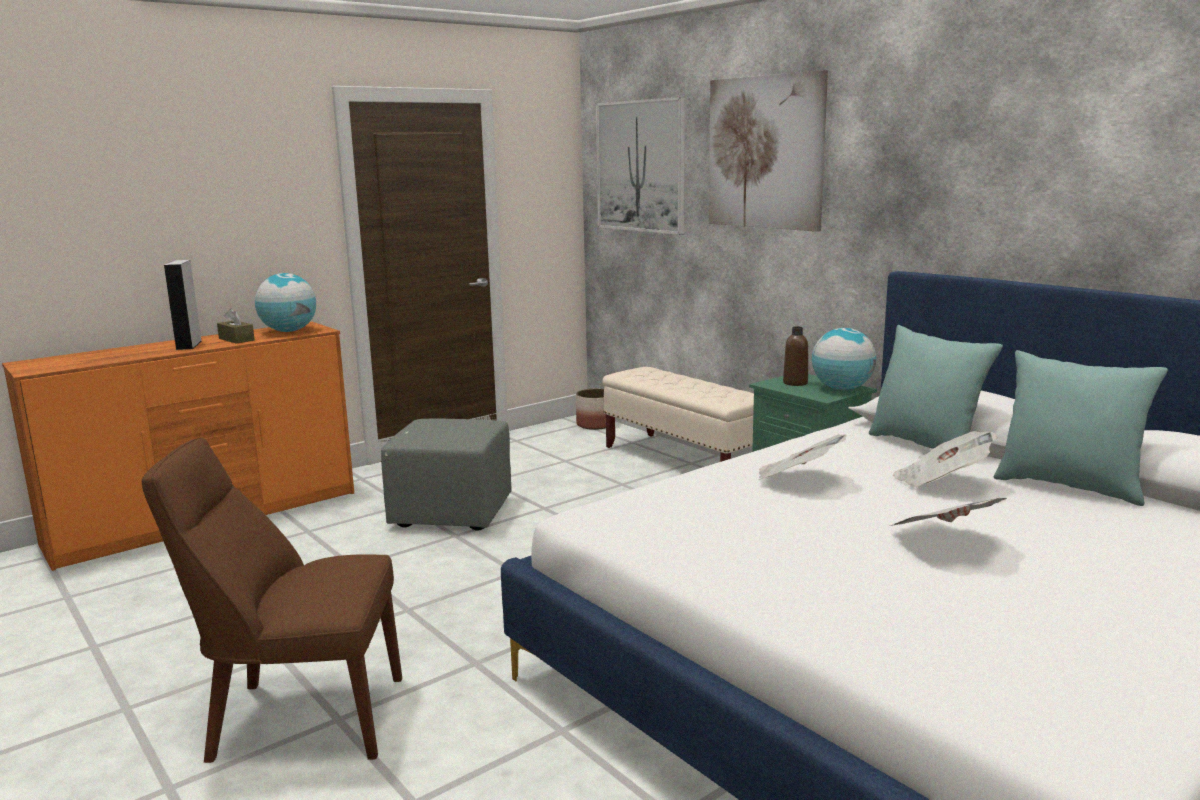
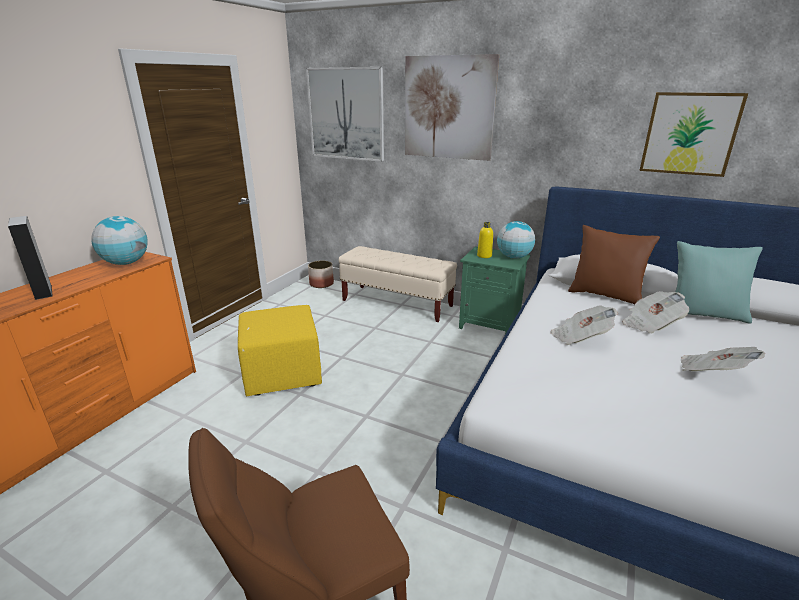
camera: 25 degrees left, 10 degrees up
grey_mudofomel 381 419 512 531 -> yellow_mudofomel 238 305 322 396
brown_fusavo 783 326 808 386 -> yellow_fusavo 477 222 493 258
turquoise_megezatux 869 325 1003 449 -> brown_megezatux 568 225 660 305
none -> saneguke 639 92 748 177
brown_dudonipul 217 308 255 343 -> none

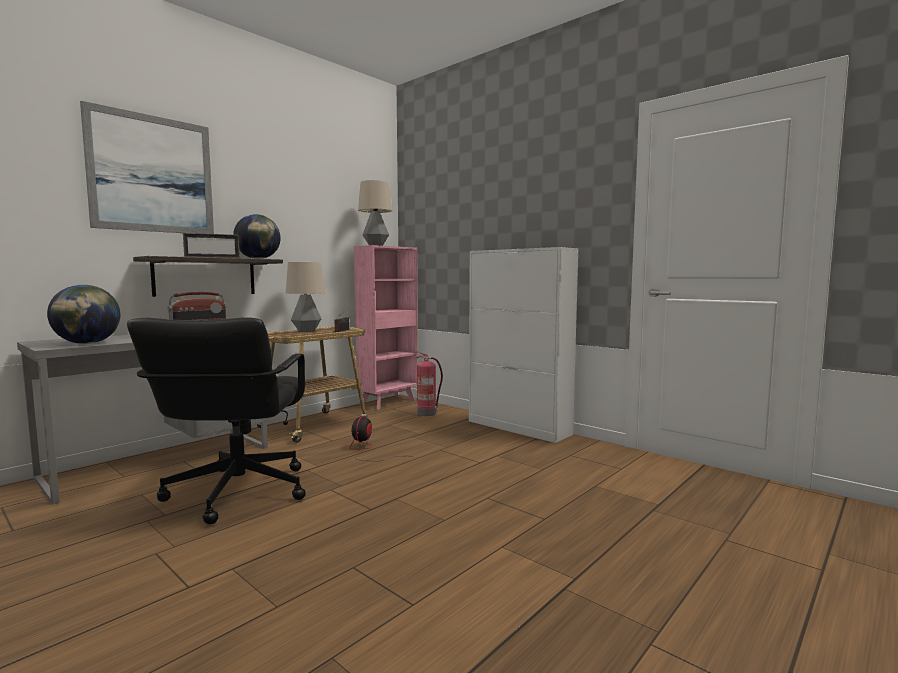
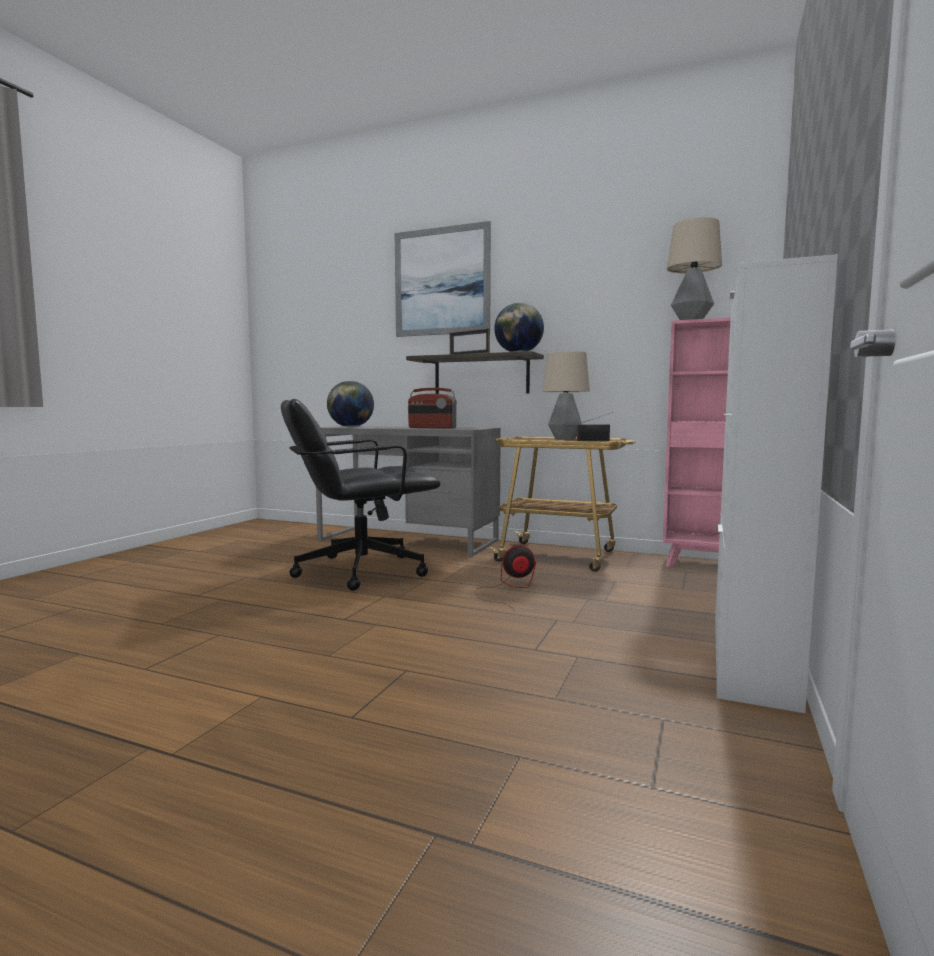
camera: 70 degrees right, 0 degrees up
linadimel 416 351 443 416 -> none

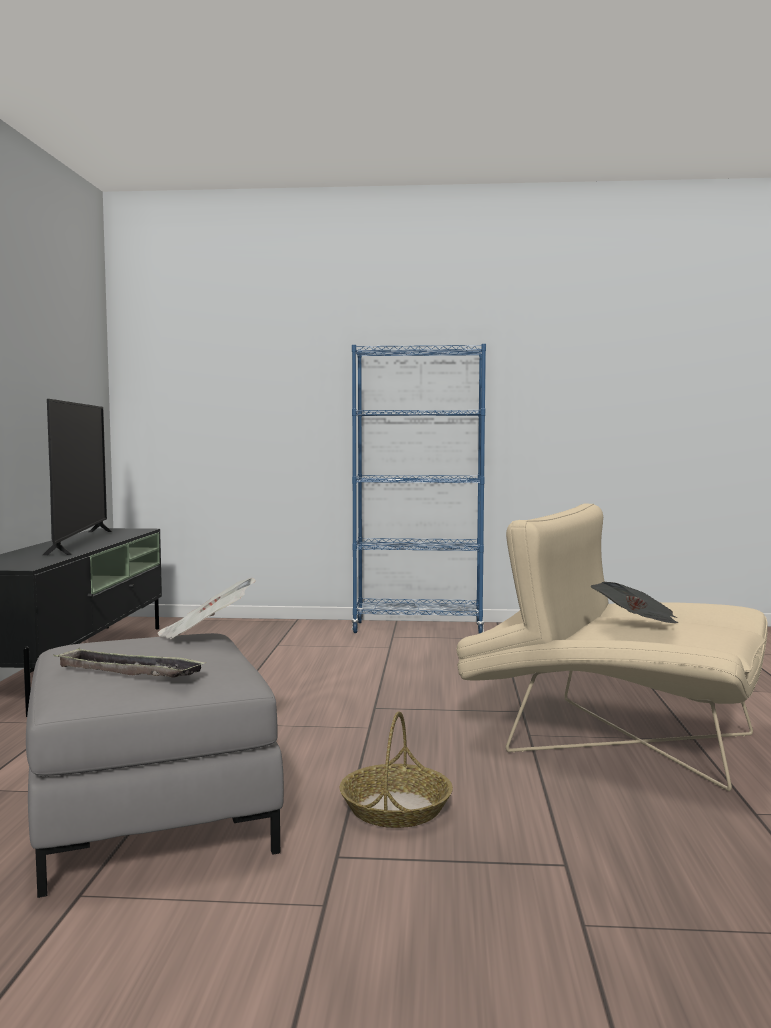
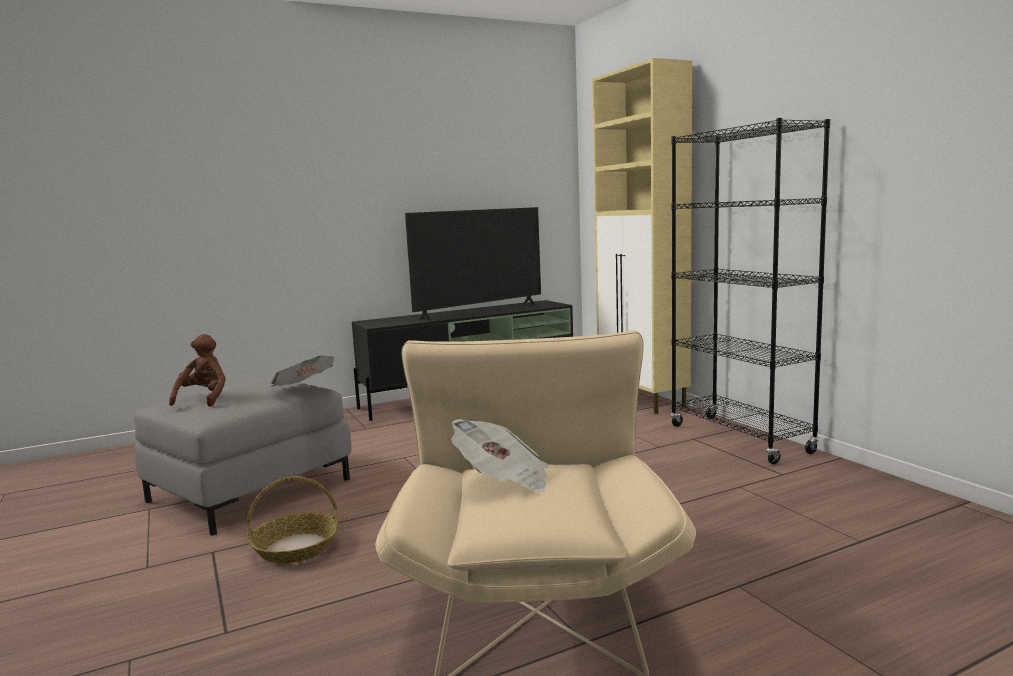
camera: 60 degrees right, 5 degrees up
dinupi 53 648 205 678 -> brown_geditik 169 334 226 407
none -> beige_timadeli 592 58 692 414
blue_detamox 352 344 486 633 -> black_detamox 670 118 830 464

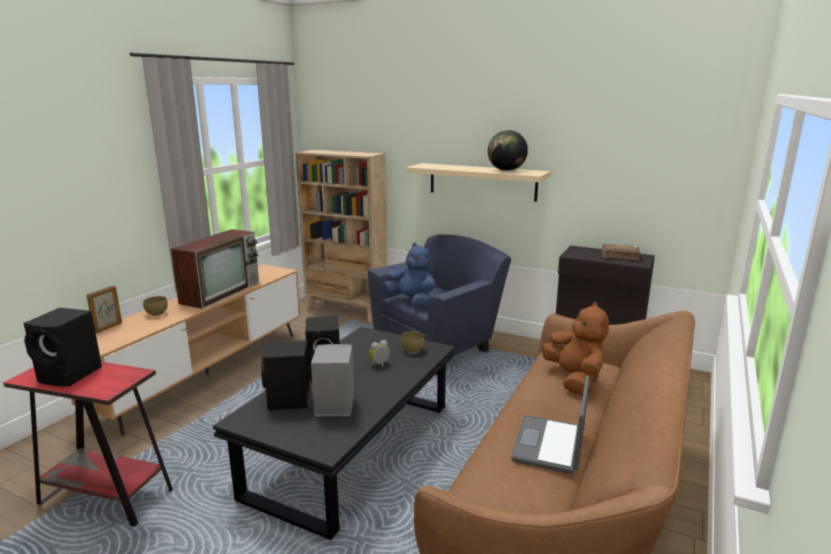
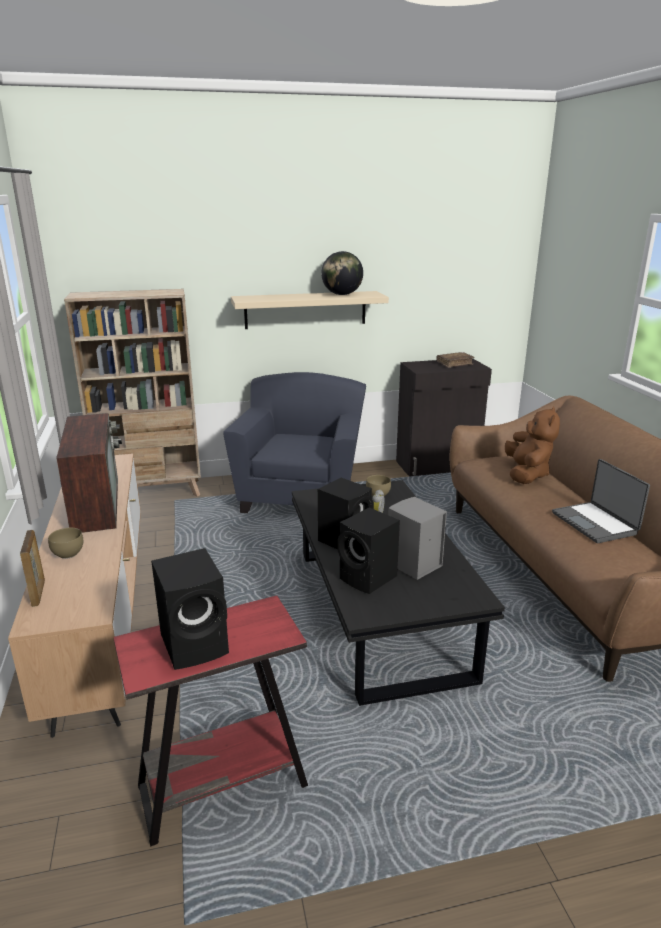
camera: 40 degrees left, 5 degrees up
brown_geditik 542 302 609 395 -> brown_geditik 505 407 560 484, 60 degrees clockwise
blue_geditik 383 243 435 308 -> none

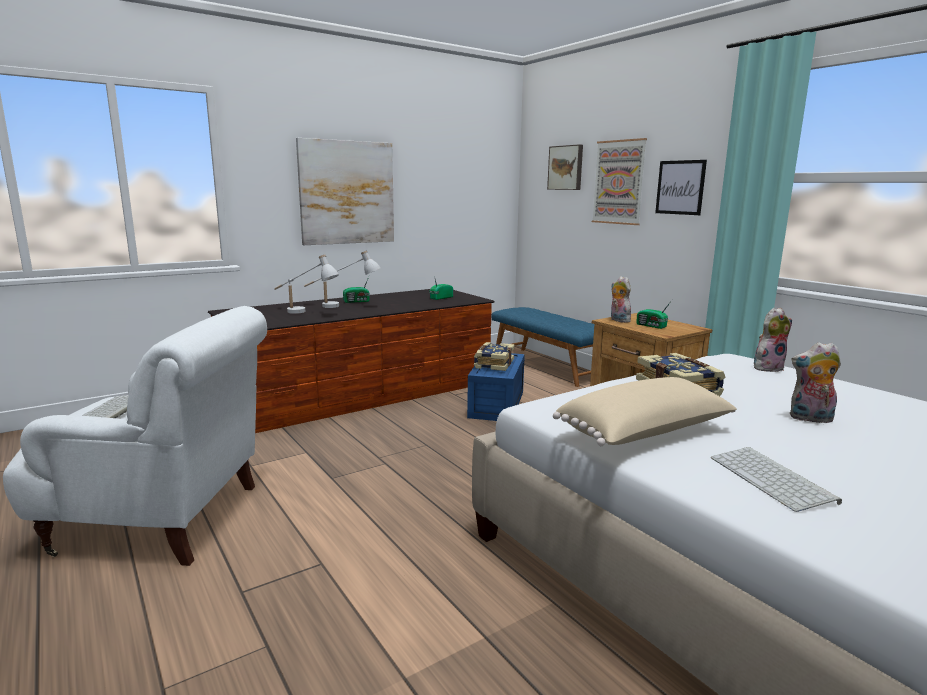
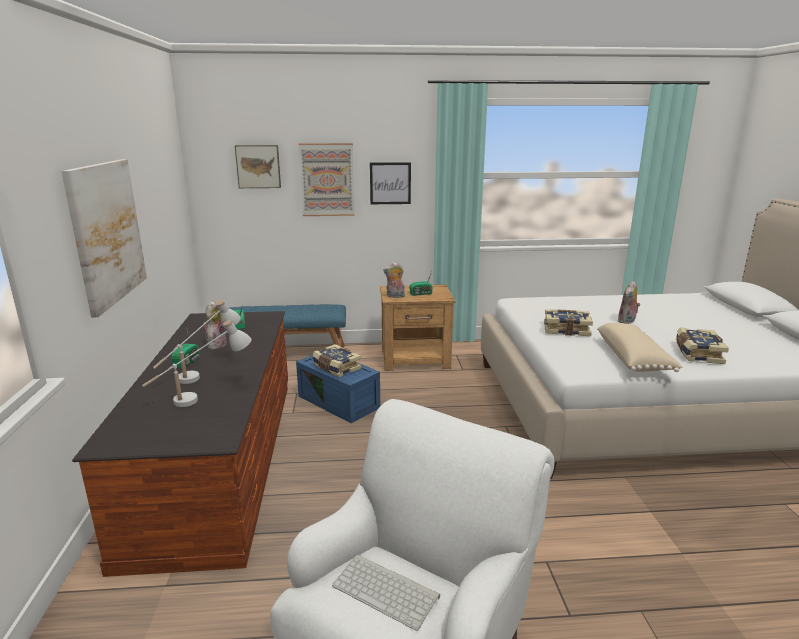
camera: 60 degrees left, 5 degrees up
geditik 754 308 792 372 -> geditik 203 301 227 350, shifted
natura 711 447 842 512 -> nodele 676 328 729 364

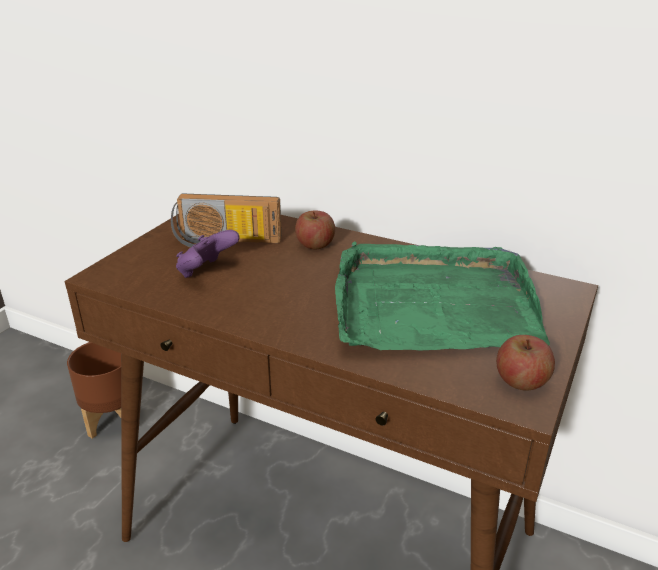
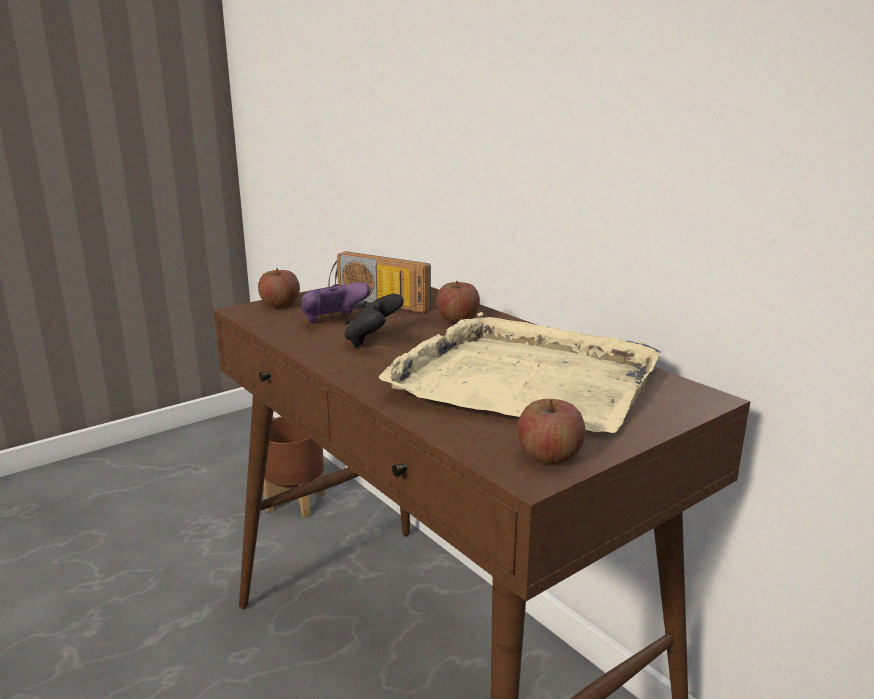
camera: 25 degrees right, 10 degrees down
none -> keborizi 258 268 300 308
none -> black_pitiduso 345 294 404 347
green_dinupi 335 241 550 351 -> beige_dinupi 379 312 661 433

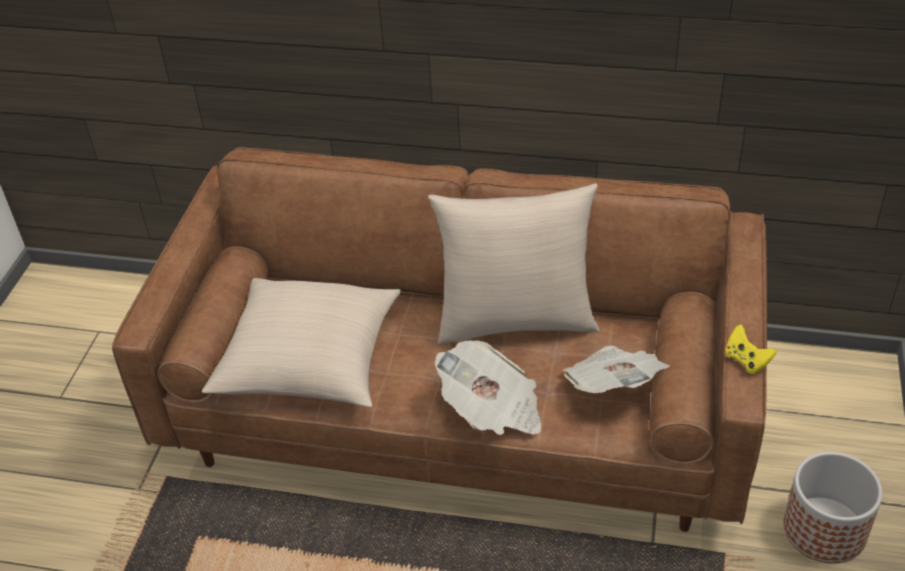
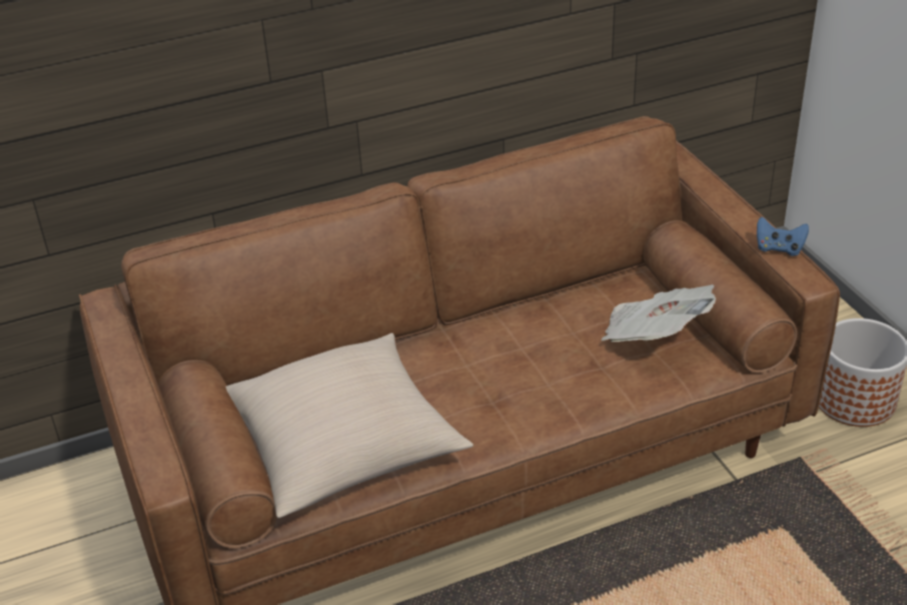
camera: 35 degrees left, 5 degrees down
yellow_pitiduso 725 325 776 374 -> blue_pitiduso 757 217 809 256
beige_megezatux 428 183 600 344 -> none
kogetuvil 435 340 541 435 -> none

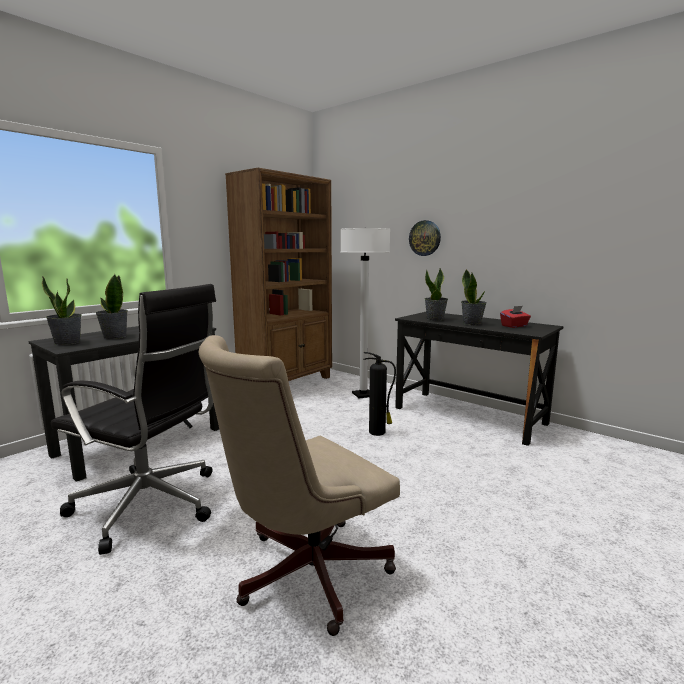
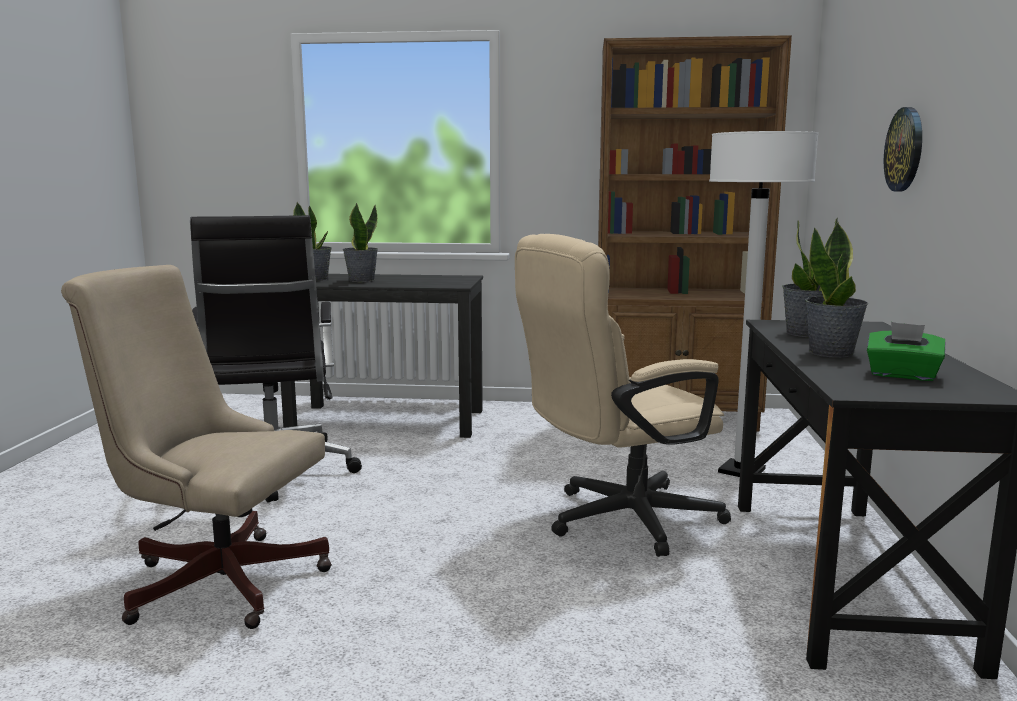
camera: 55 degrees right, 0 degrees up
linadimel 363 352 396 436 -> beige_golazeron 515 234 731 557
red_dudonipul 500 306 531 328 -> green_dudonipul 867 322 945 381

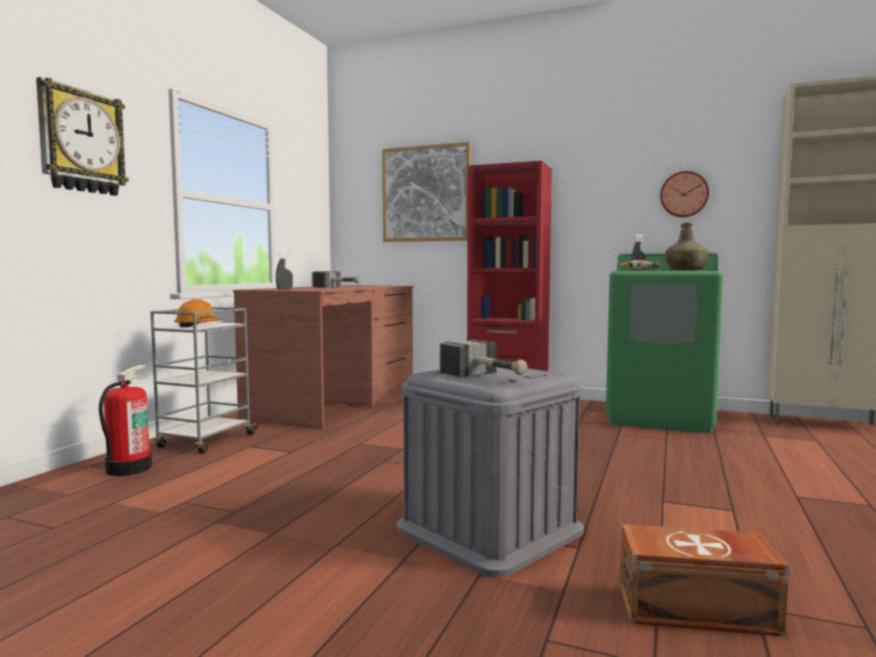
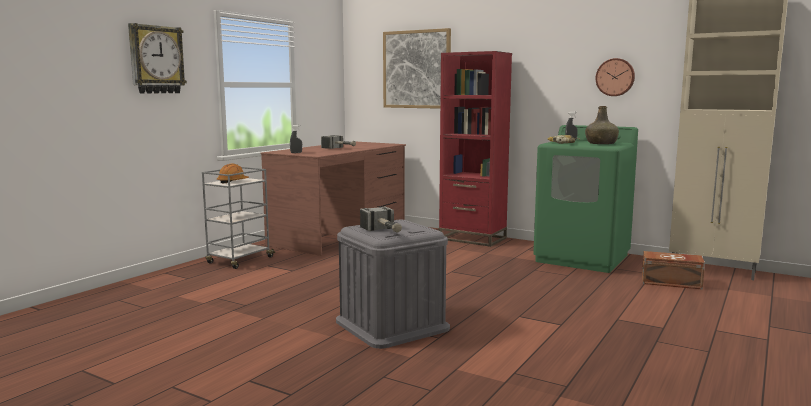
camera: 10 degrees right, 5 degrees up
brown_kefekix 620 524 789 636 -> brown_kefekix 642 251 705 290, shifted
linadimel 99 365 152 476 -> none

